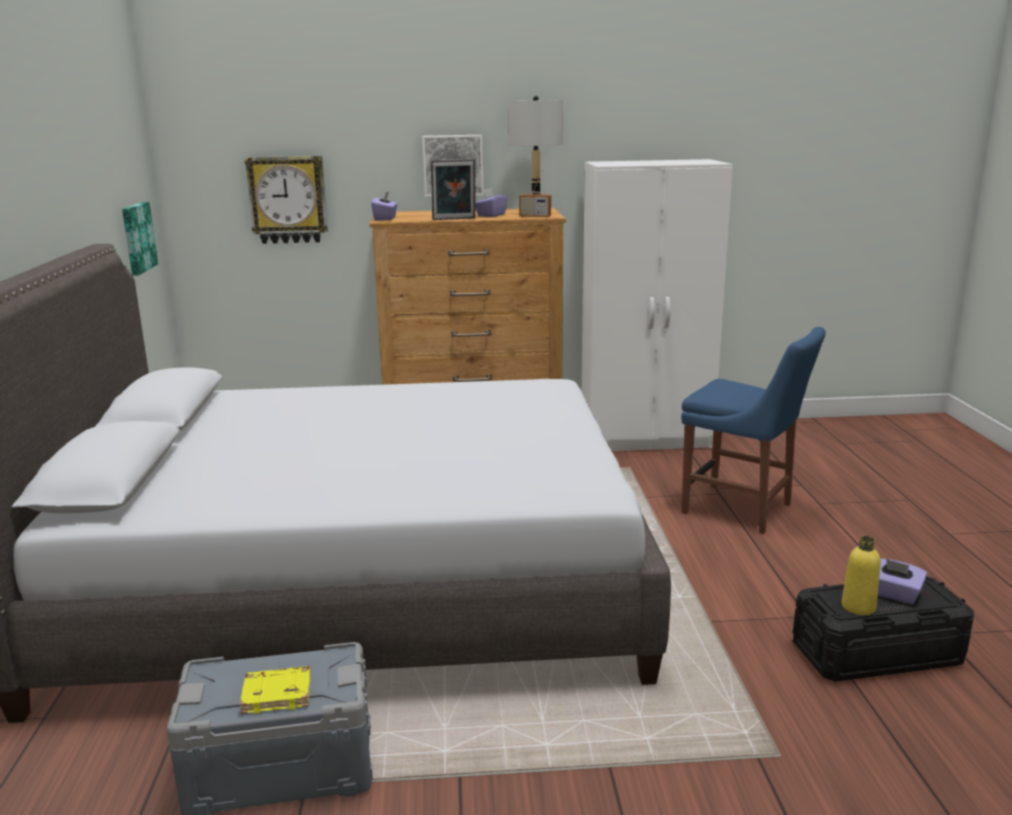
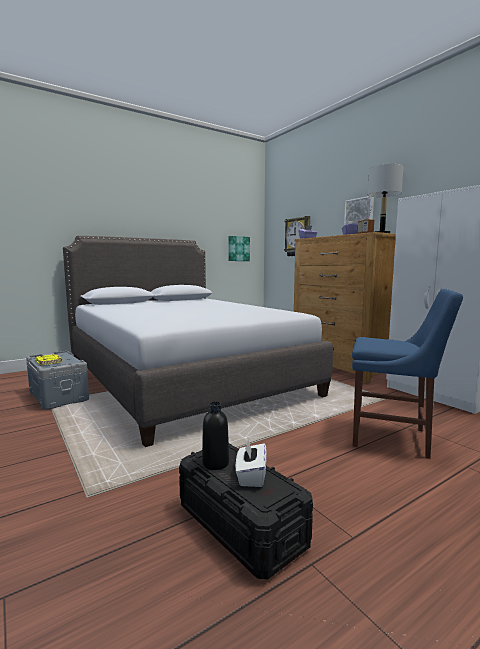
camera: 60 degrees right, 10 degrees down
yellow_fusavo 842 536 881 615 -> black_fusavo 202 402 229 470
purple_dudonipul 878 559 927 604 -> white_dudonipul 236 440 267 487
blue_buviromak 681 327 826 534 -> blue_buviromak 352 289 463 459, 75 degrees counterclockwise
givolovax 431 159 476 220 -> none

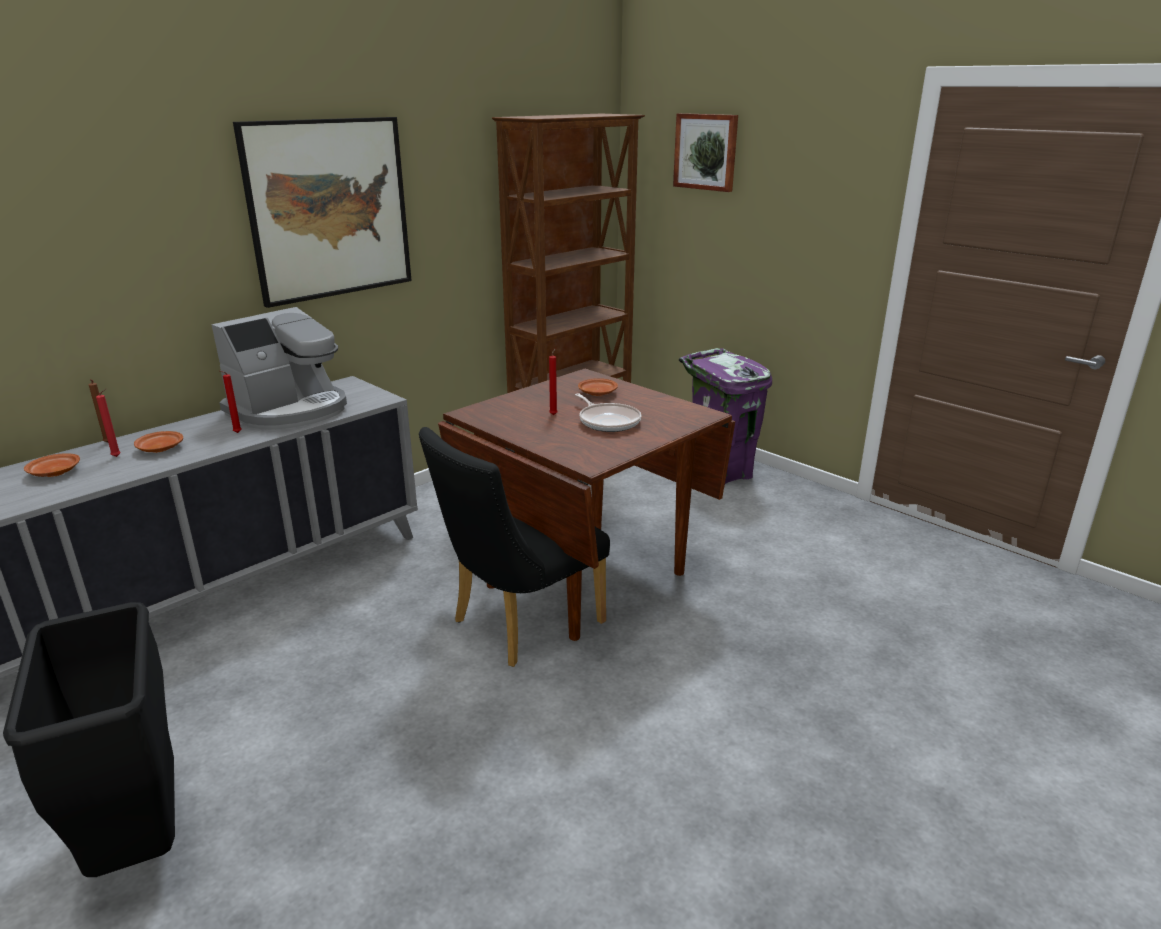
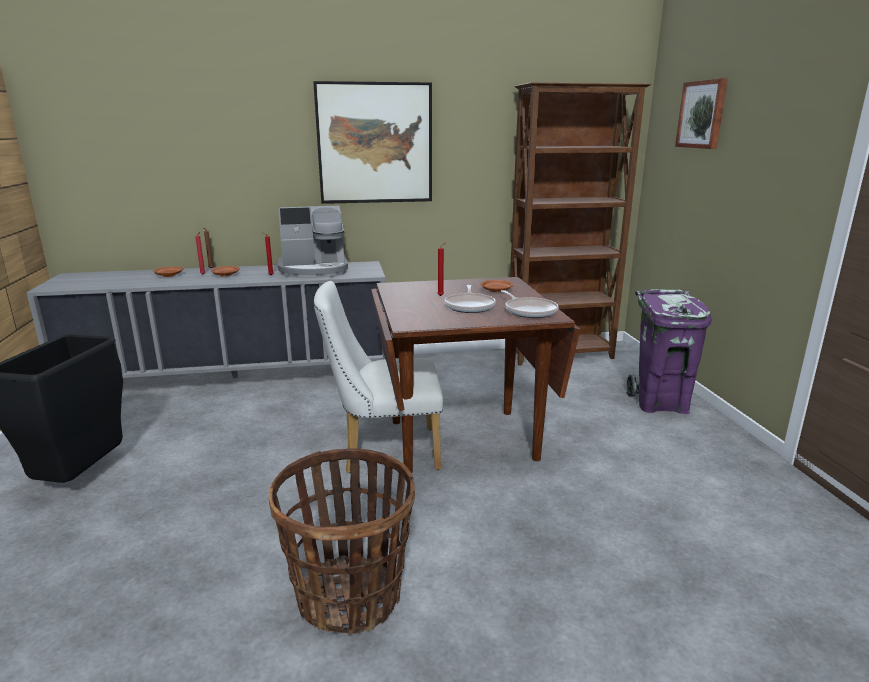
camera: 35 degrees right, 5 degrees down
none -> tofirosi 269 448 415 635
black_buviromak 419 427 610 667 -> white_buviromak 314 281 443 473
none -> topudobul 501 290 558 318

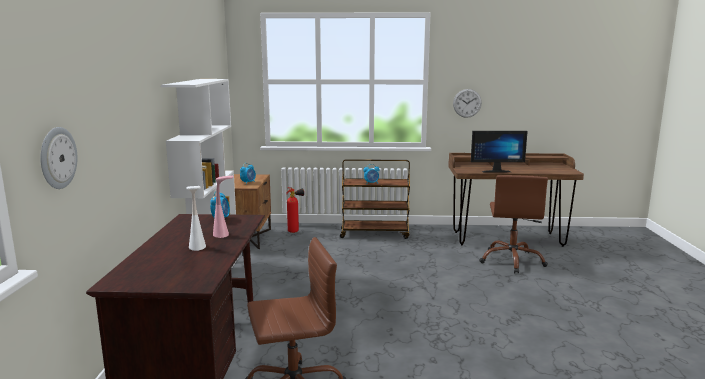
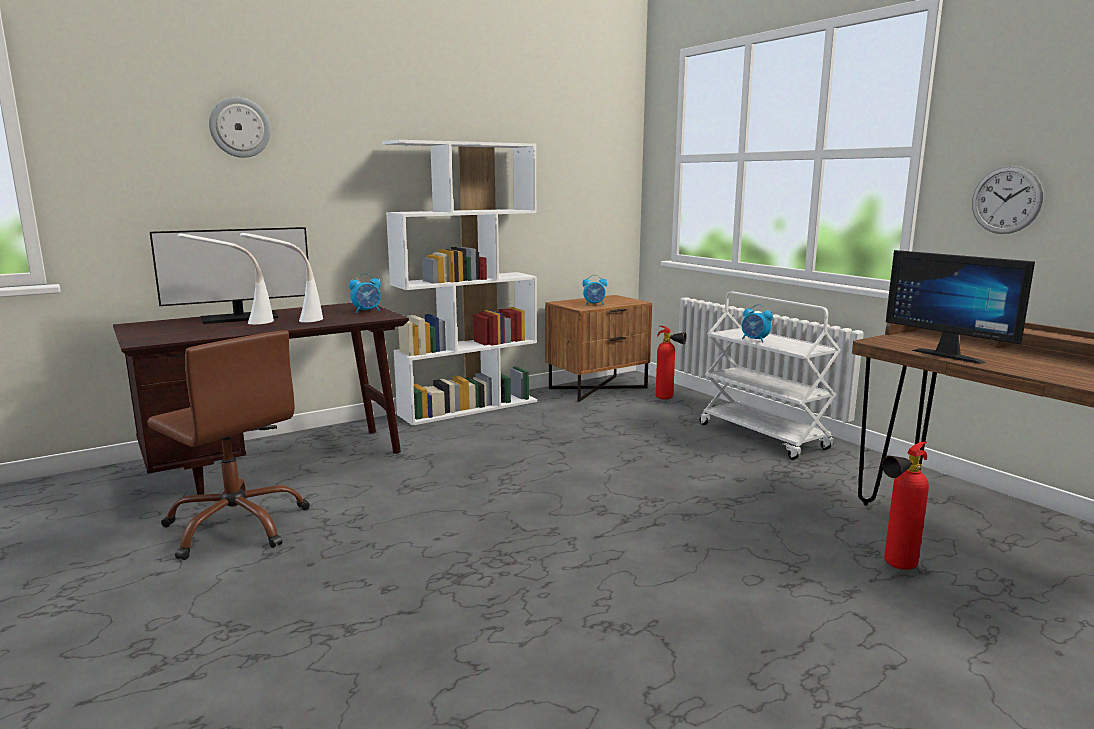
camera: 55 degrees right, 0 degrees up
none -> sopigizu 150 227 308 324
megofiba 40 127 78 189 -> megofiba 209 97 271 158, shifted
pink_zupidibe 213 176 234 238 -> white_zupidibe 240 233 323 323
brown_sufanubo 340 159 410 239 -> white_sufanubo 700 292 841 460
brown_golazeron 479 175 548 274 -> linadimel 882 442 929 570

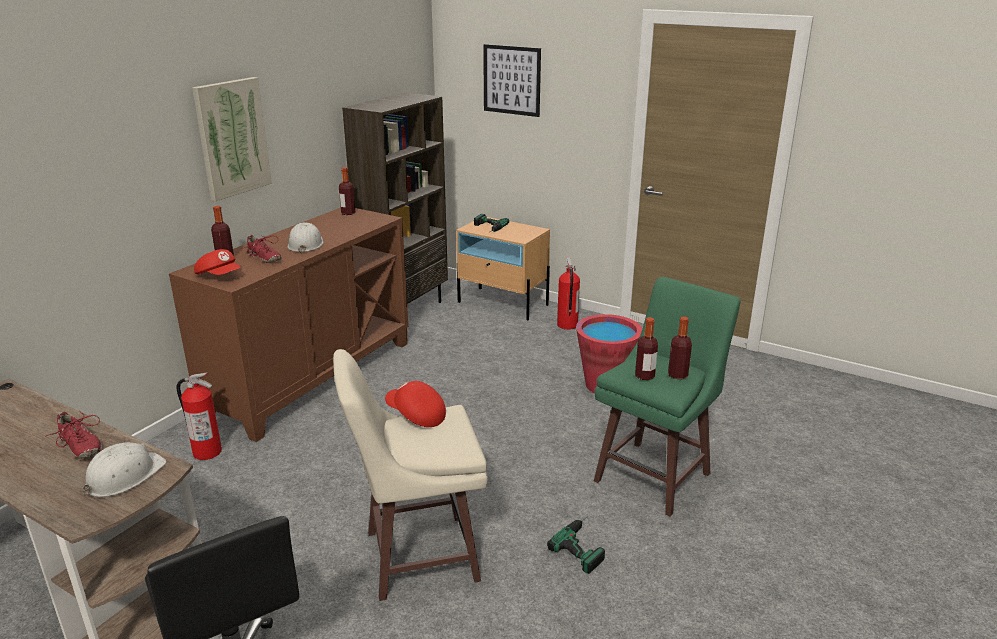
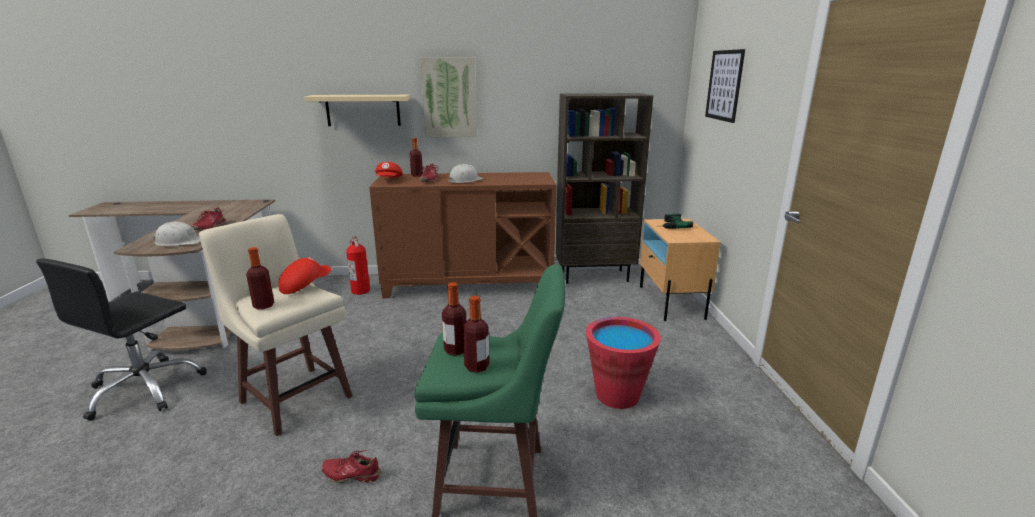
camera: 55 degrees right, 5 degrees down
fusavo 339 167 355 215 -> fusavo 246 247 274 309, shifted
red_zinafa 385 381 446 427 -> red_zinafa 278 257 331 294, 45 degrees clockwise
none -> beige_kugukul 304 95 410 126
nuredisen 547 516 605 574 -> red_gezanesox 321 450 381 483
linadimel 557 257 580 330 -> none

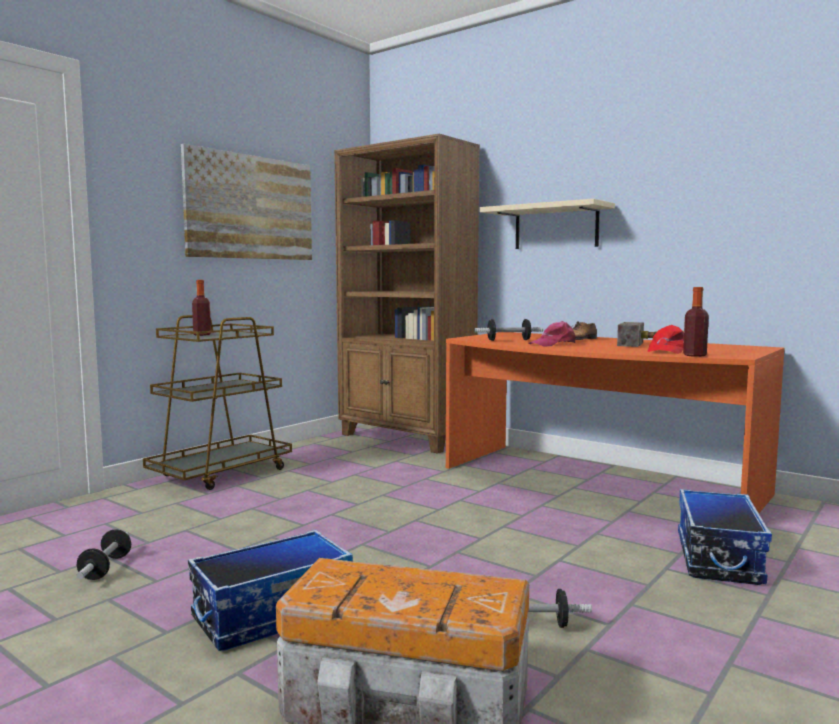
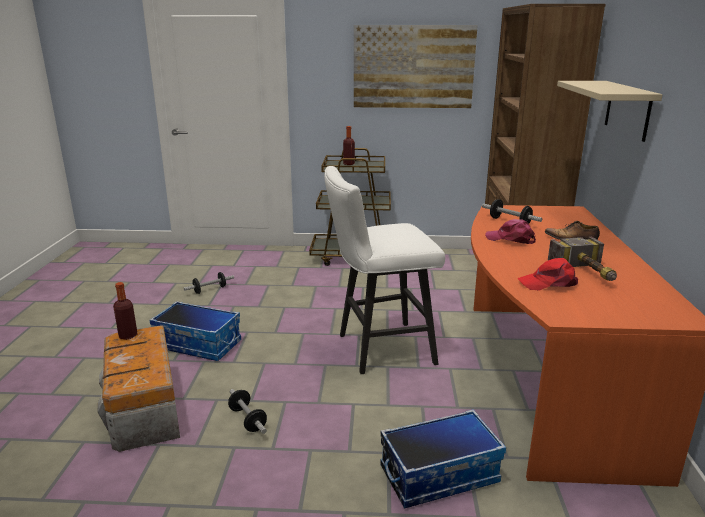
camera: 55 degrees right, 15 degrees up
fusavo 683 287 709 357 -> fusavo 113 282 138 340, shifted
none -> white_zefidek 324 166 445 374

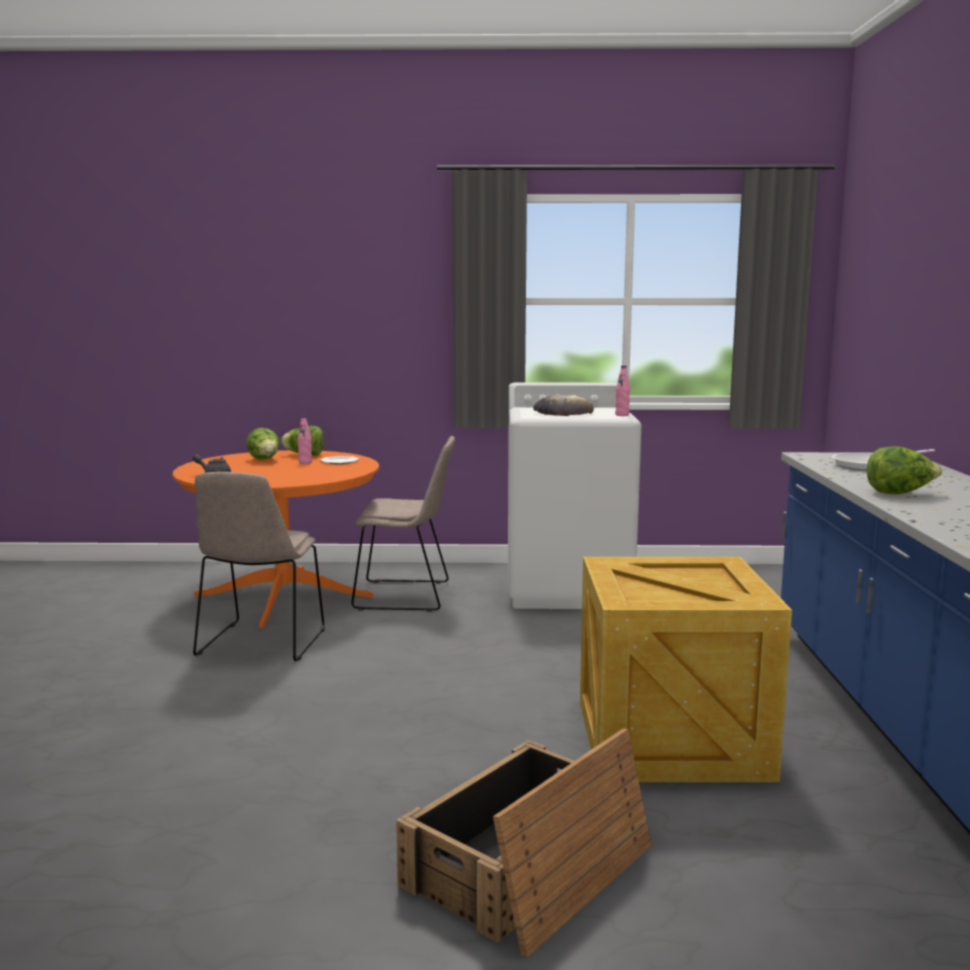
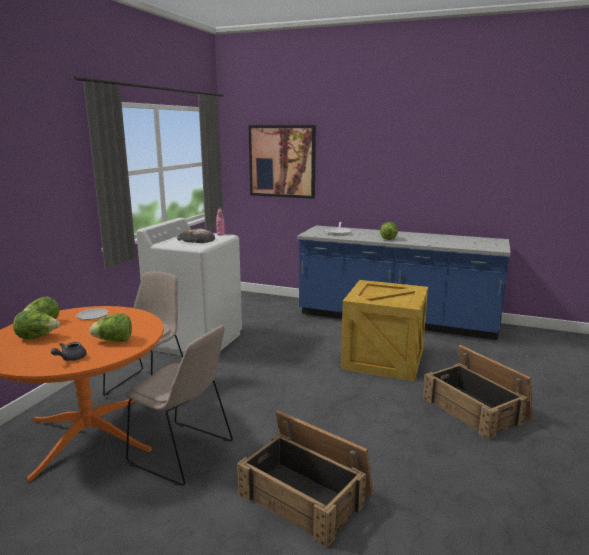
camera: 70 degrees left, 5 degrees up
none -> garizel 90 314 132 342
none -> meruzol 237 410 373 548
none -> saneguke 248 125 316 199
pink_fusavo 298 416 312 464 -> none

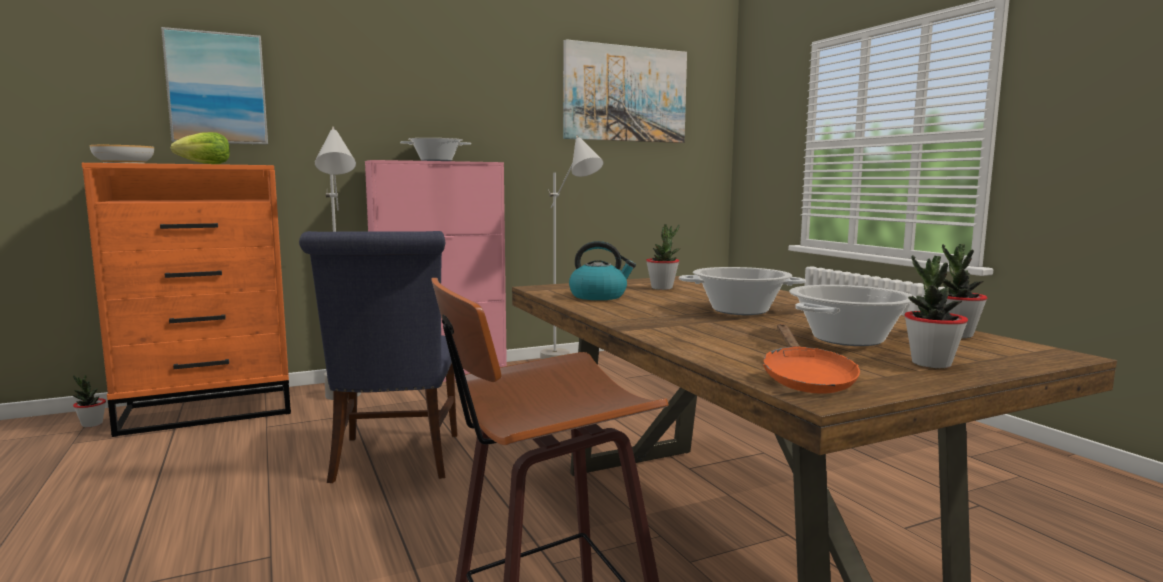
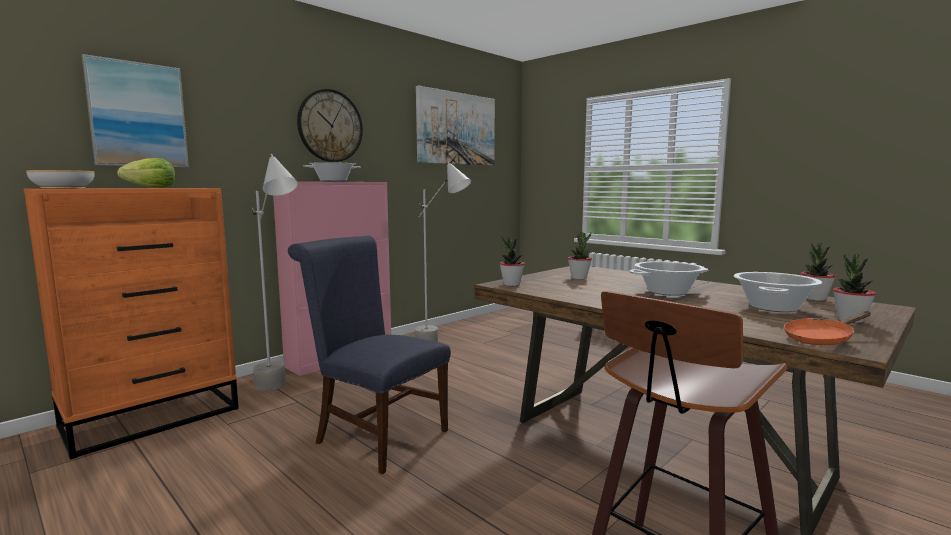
camera: 20 degrees left, 0 degrees up
blue_buviromak 299 231 458 483 -> blue_buviromak 288 236 451 474, 150 degrees clockwise
none -> megofiba 297 89 363 162
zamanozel 73 375 106 428 -> zamanozel 499 236 525 286, shifted
orange_topudobul 763 324 860 394 -> orange_topudobul 784 311 871 345, 90 degrees clockwise
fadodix 569 241 636 300 -> none

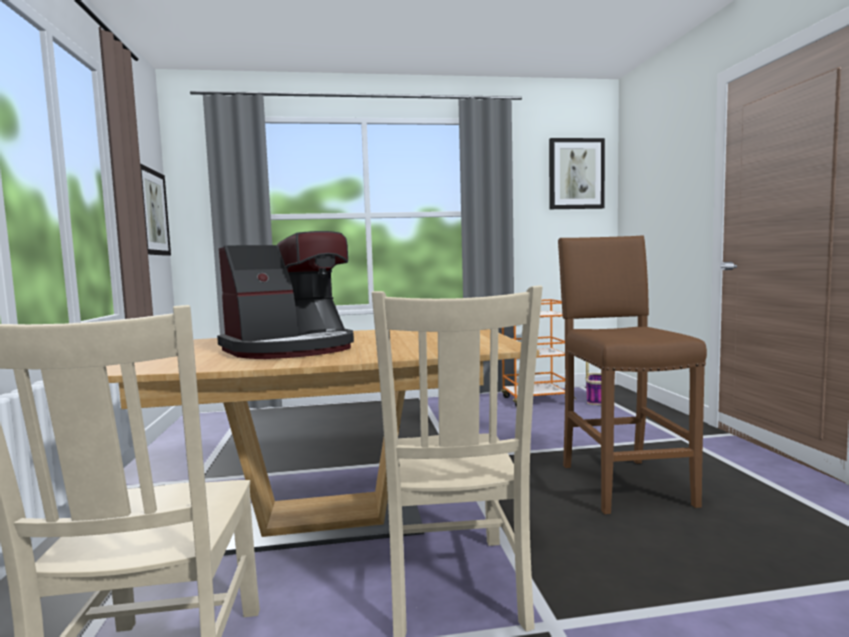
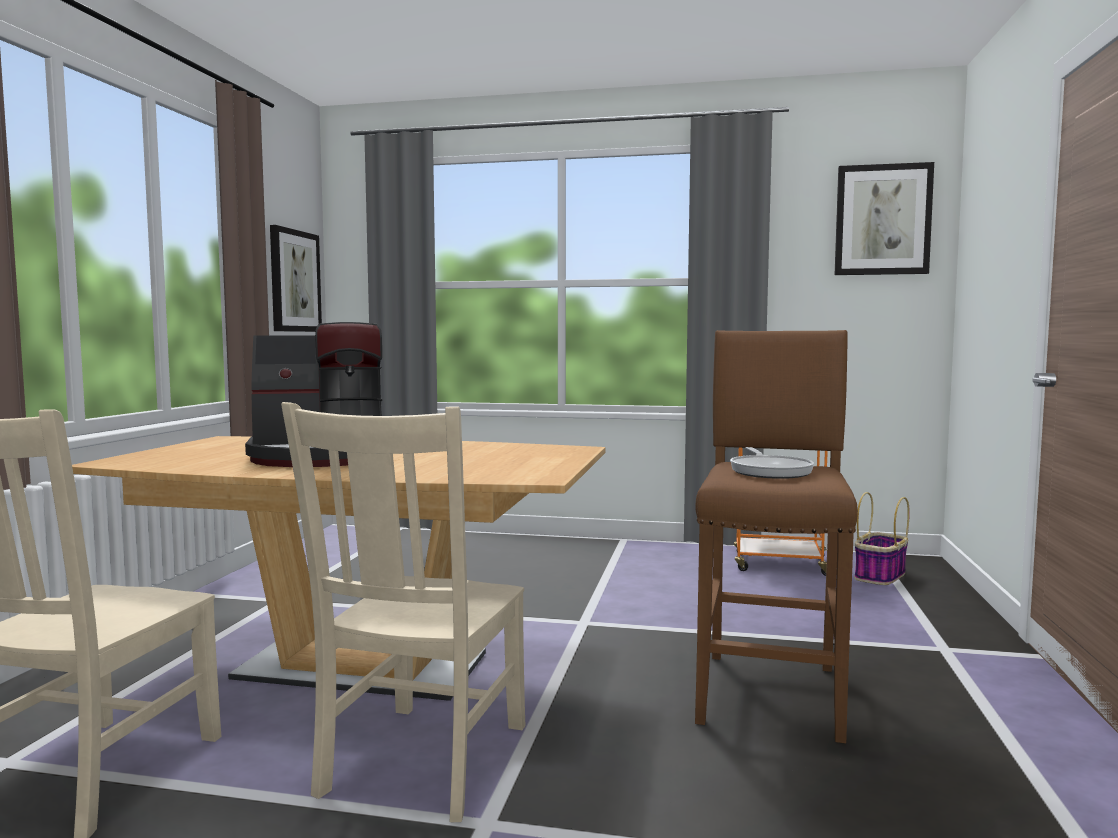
camera: 20 degrees right, 0 degrees up
none -> topudobul 730 447 814 479

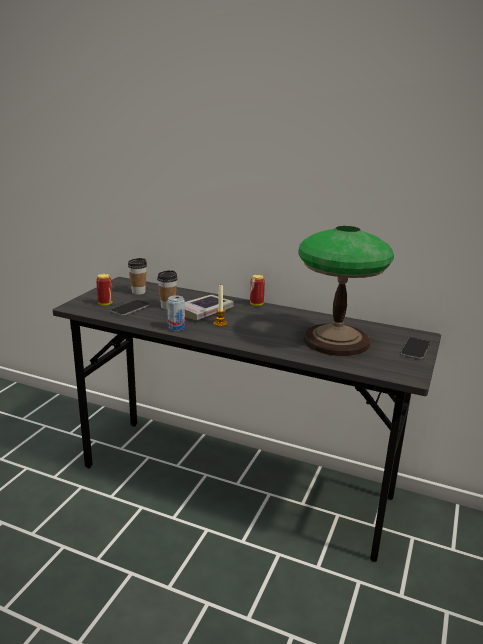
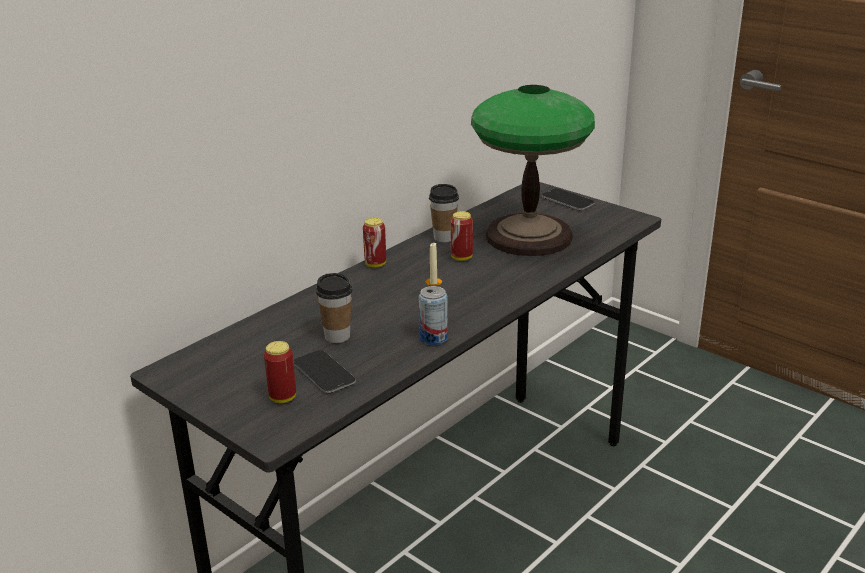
camera: 70 degrees left, 5 degrees up
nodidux 128 258 147 295 -> nodidux 429 184 459 242, shifted
none -> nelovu 451 211 473 261
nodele 185 295 234 320 -> none

